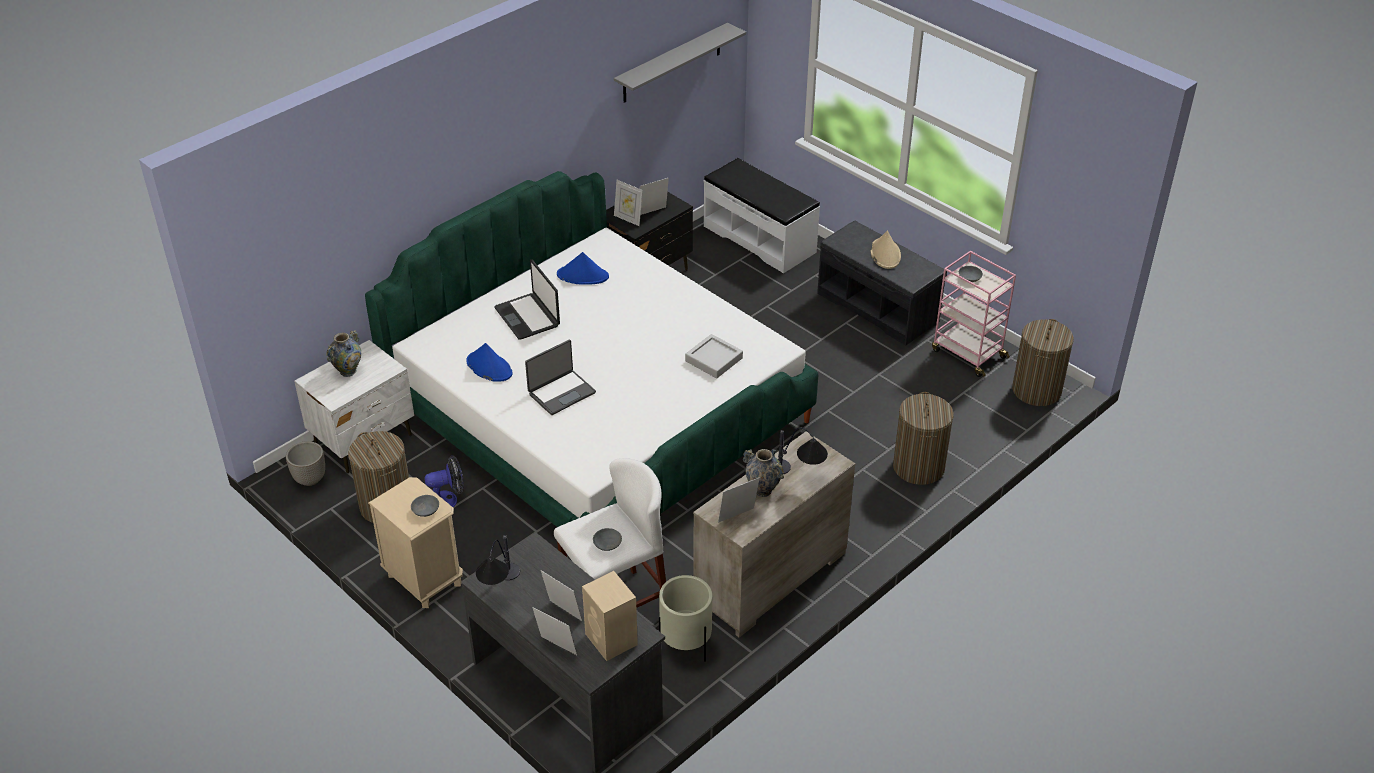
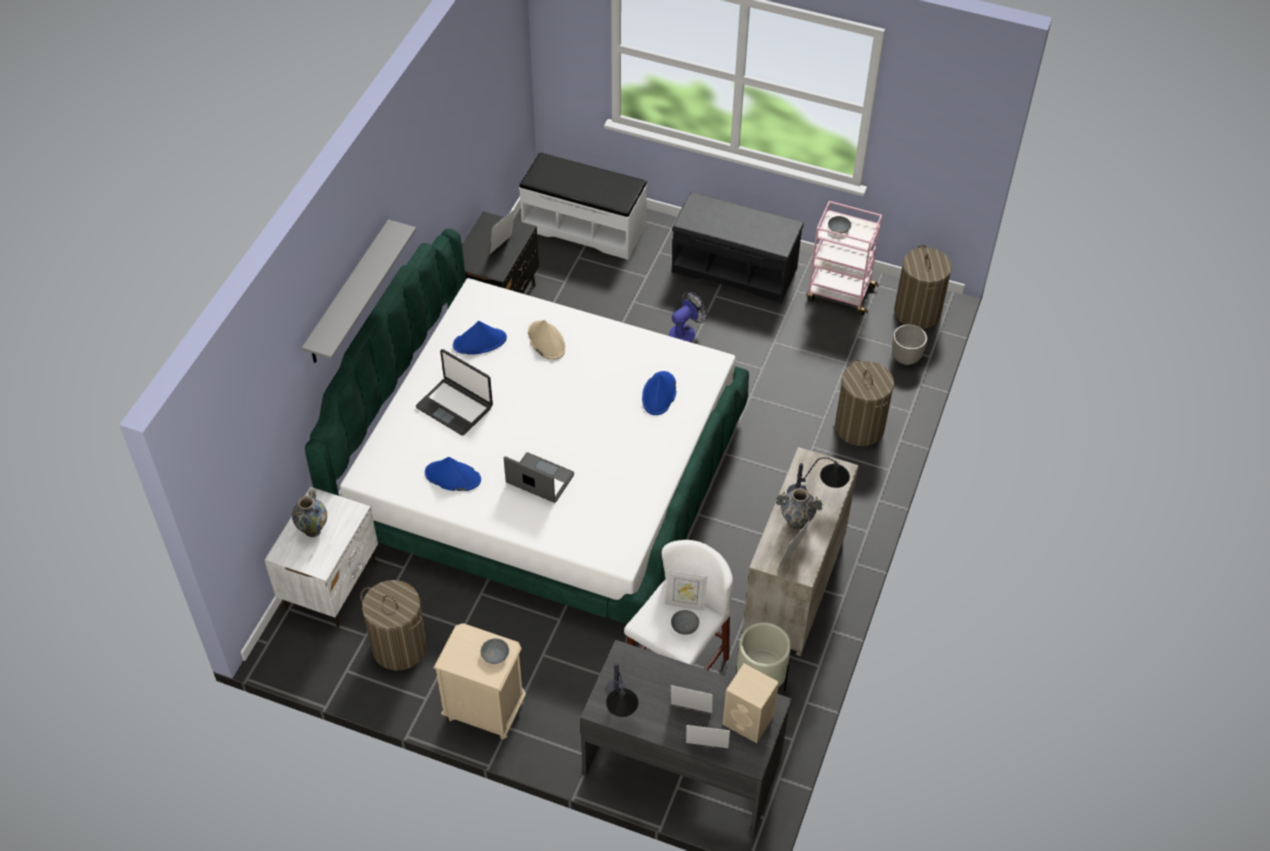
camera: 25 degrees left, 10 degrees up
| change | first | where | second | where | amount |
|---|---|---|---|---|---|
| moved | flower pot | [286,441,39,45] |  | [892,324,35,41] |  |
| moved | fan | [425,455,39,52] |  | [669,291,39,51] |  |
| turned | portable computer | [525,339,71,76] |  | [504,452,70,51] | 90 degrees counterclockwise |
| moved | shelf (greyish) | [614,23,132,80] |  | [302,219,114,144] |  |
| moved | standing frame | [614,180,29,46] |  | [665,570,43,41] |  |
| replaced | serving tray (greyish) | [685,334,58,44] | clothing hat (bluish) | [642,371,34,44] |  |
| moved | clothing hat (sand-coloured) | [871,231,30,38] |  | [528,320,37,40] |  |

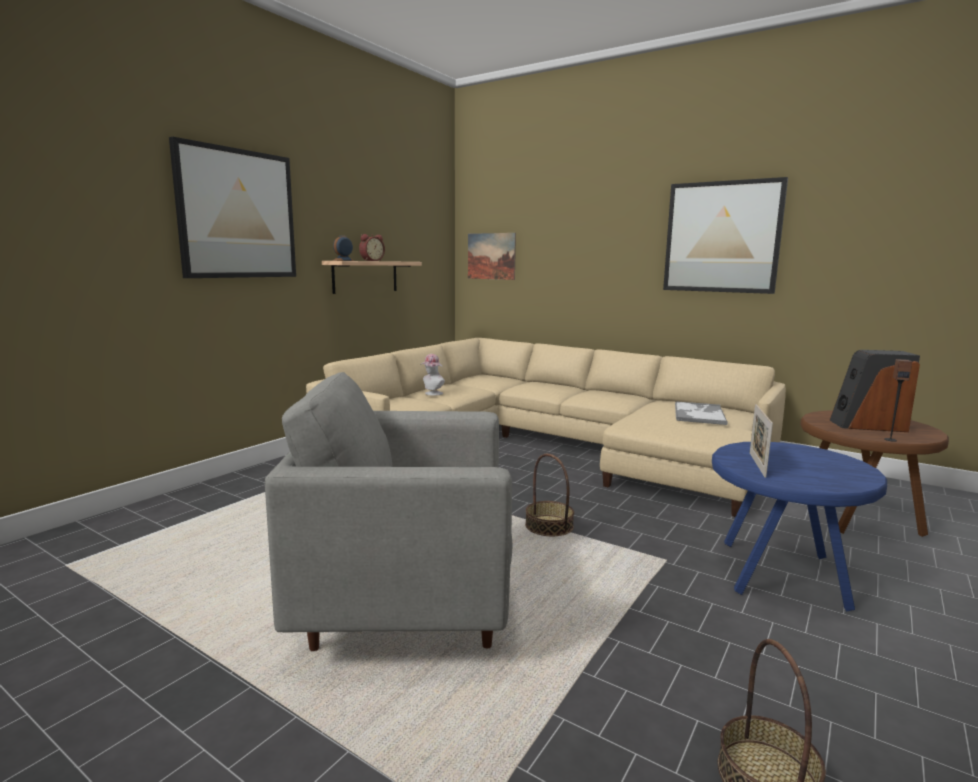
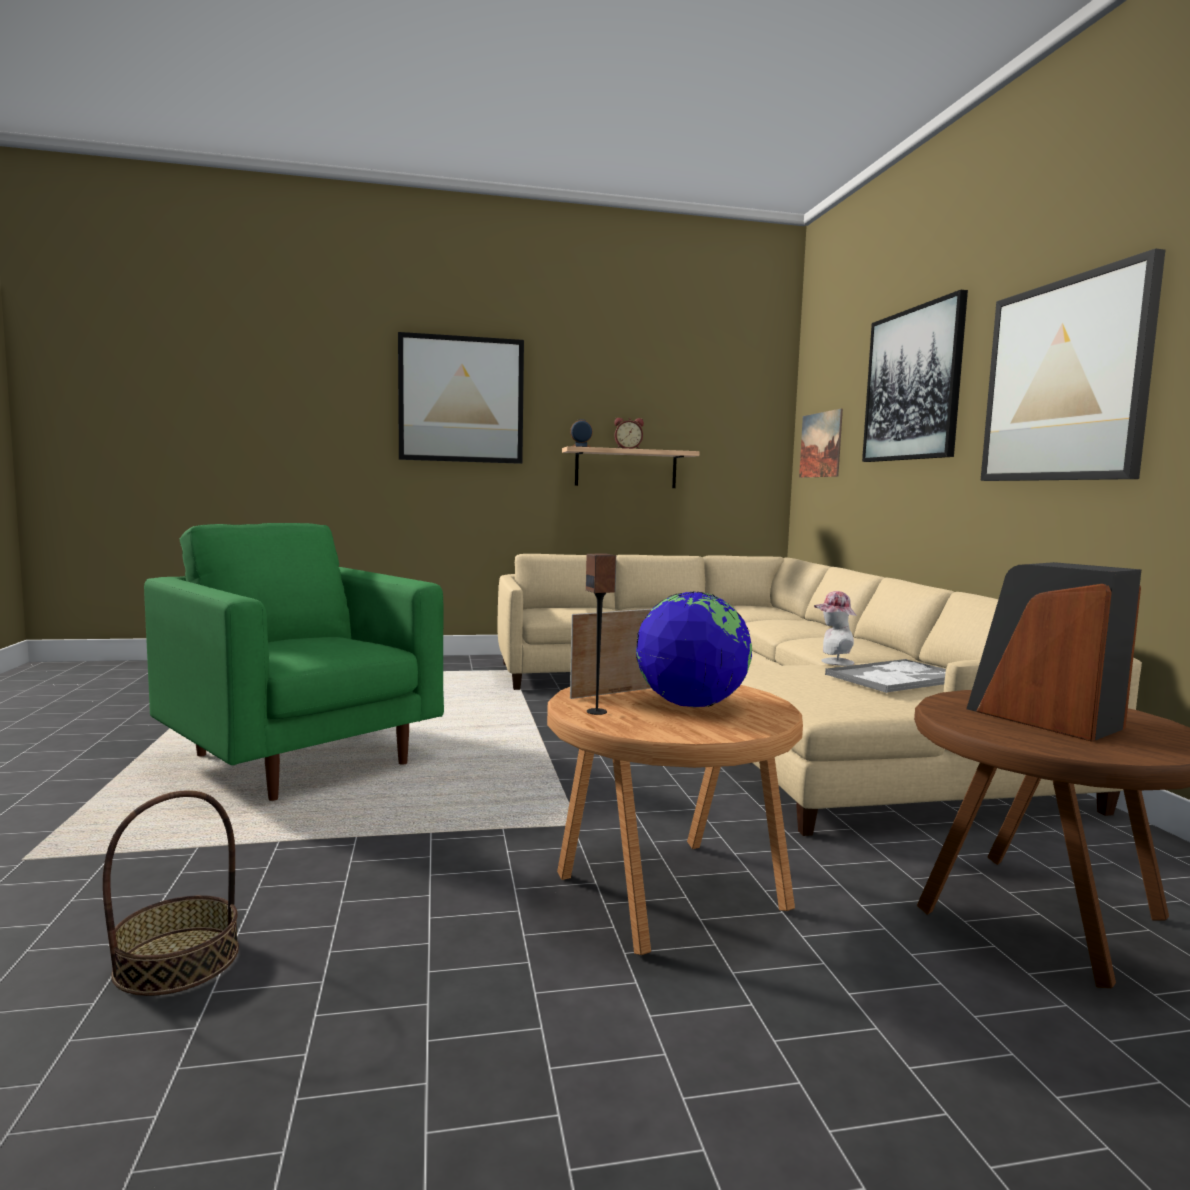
camera: 45 degrees right, 5 degrees down
| change | first | where | second | where | amount |
|---|---|---|---|---|---|
| recoloured | armchair (greyish) | [265,372,247,279] | armchair (greenish) | [144,523,300,278] |  |
| moved | clothing hat | [420,354,25,42] |  | [814,591,43,75] |  |
| removed | household basket | [525,454,49,82] |  |  |  |
| recoloured | accent table (bluish) | [712,442,175,169] | accent table (brownish) | [547,685,256,270] |  |
| moved | audio speaker | [884,359,28,83] |  | [586,554,30,161] |  |
| added |  |  | world globe | [636,591,116,116] |  |
| added |  |  | wall picture | [862,290,106,172] |  |

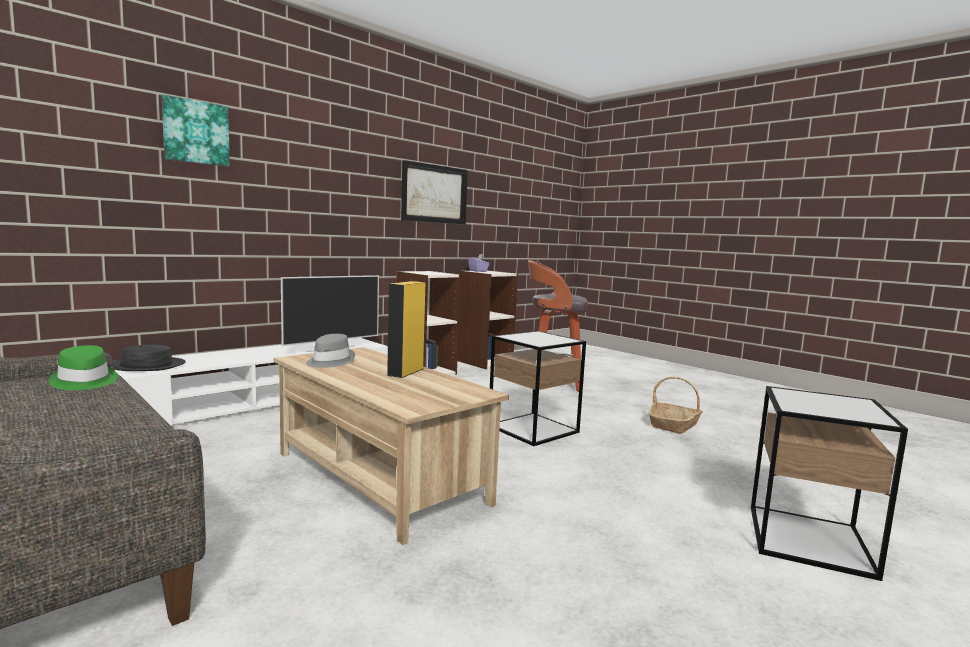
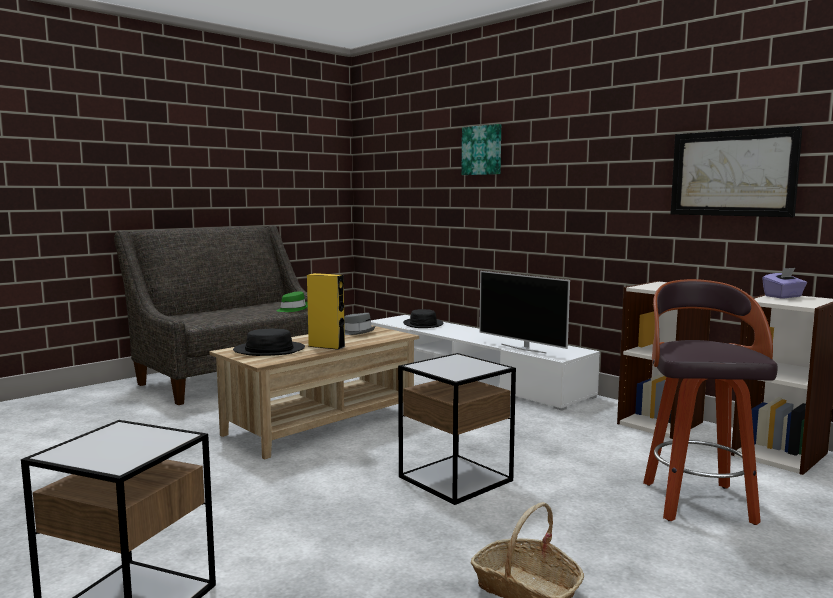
camera: 90 degrees right, 0 degrees up
| change | first | where | second | where | amount |
|---|---|---|---|---|---|
| added |  |  | clothing hat (black-coloured) | [233,328,72,28] |  |

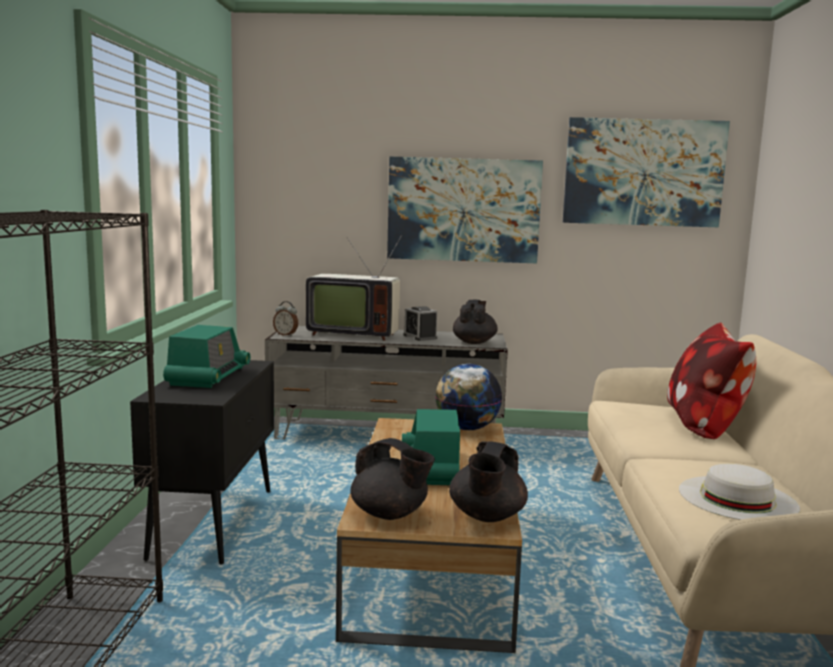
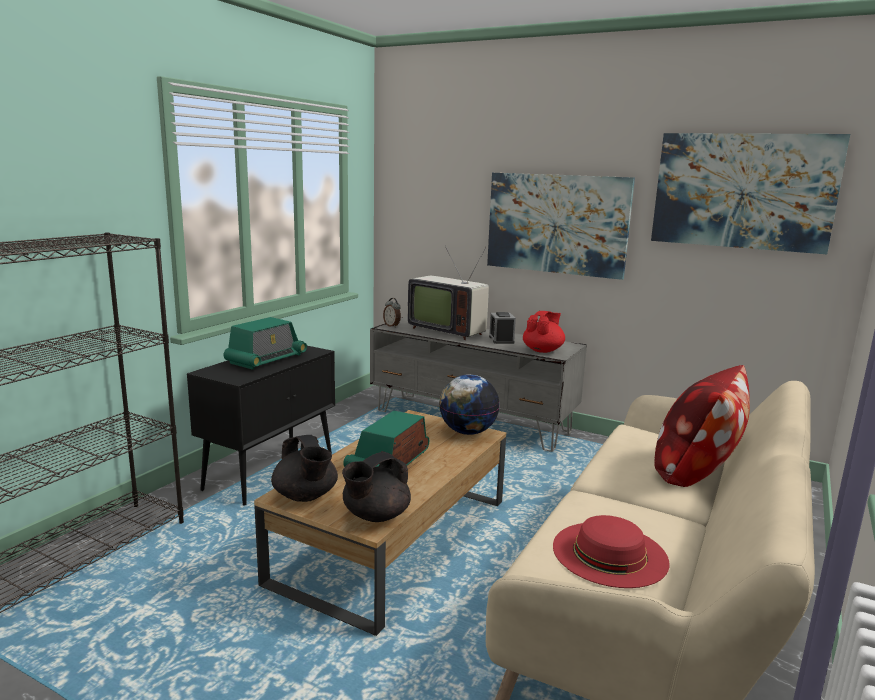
camera: 25 degrees right, 5 degrees up
| change | first | where | second | where | amount |
|---|---|---|---|---|---|
| recoloured | teapot (black-coloured) | [453,300,45,44] | teapot (reddish) | [523,311,42,42] |  |
| recoloured | clothing hat (white) | [679,464,121,56] | clothing hat (reddish) | [553,515,116,73] |  |

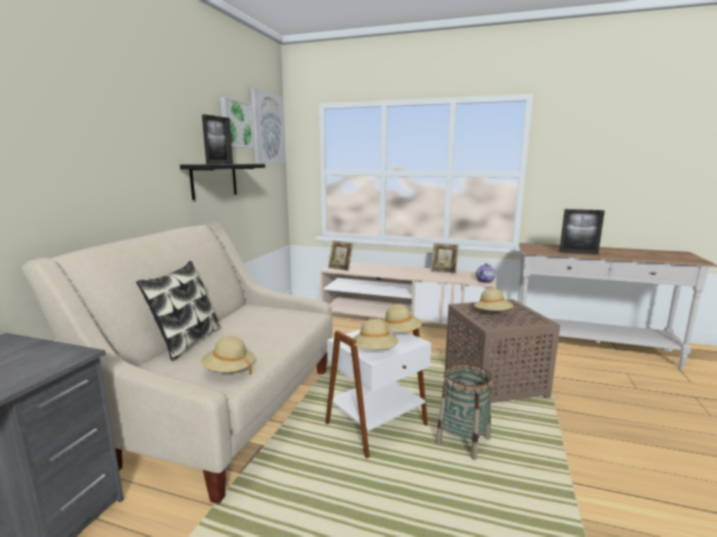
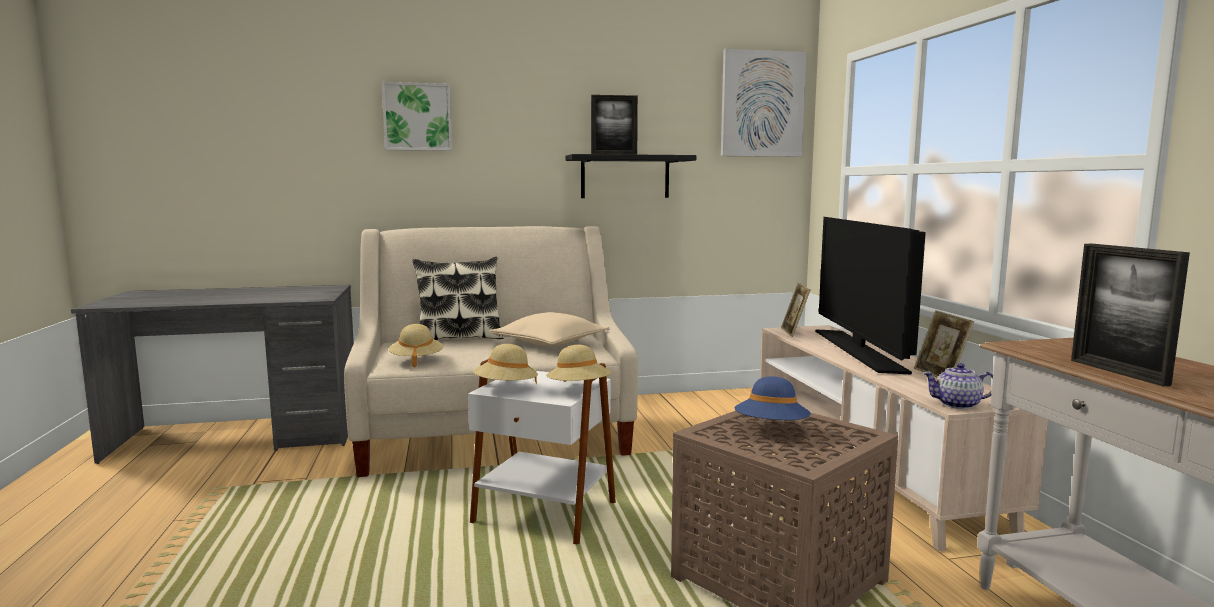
camera: 60 degrees right, 5 degrees down
| change | first | where | second | where | amount |
|---|---|---|---|---|---|
| moved | wall picture | [220,97,33,51] |  | [382,82,70,69] |  |
| removed | household basket | [436,363,57,97] |  |  |  |
| recoloured | clothing hat (sand-coloured) | [474,288,40,23] | clothing hat (bluish) | [735,376,76,44] |  |
| added |  |  | cushion (sand-coloured) | [490,312,120,34] |  |
| added |  |  | TV set | [815,217,111,158] |  |

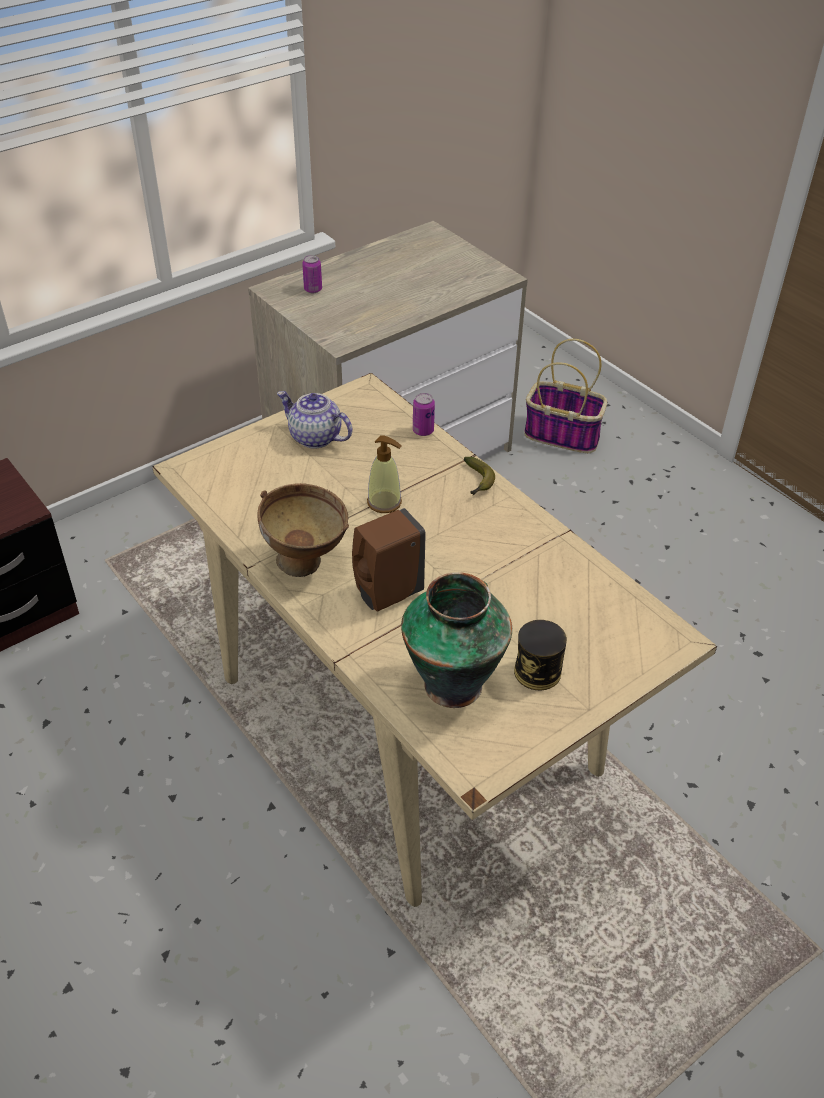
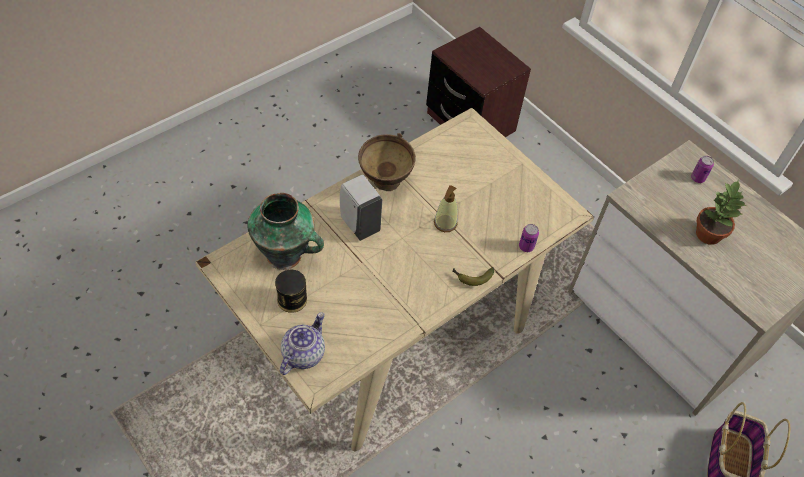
camera: 85 degrees right, 10 degrees up
| change | first | where | second | where | amount |
|---|---|---|---|---|---|
| moved | teapot | [277,391,76,58] |  | [280,312,45,63] |  |
| recoloured | soap dispenser (brownish) | [352,508,74,104] | soap dispenser (white) | [340,175,42,66] |  |
| added |  |  | plant in a pot | [696,180,51,65] |  |

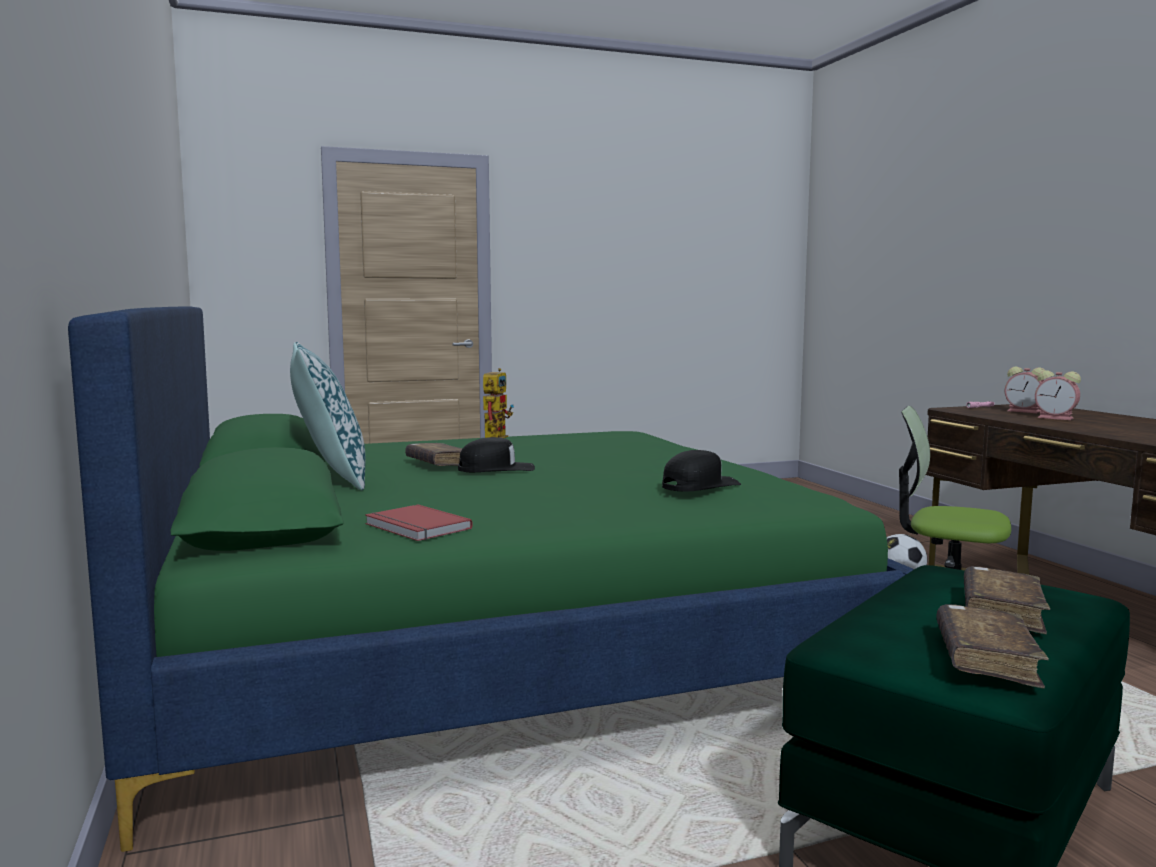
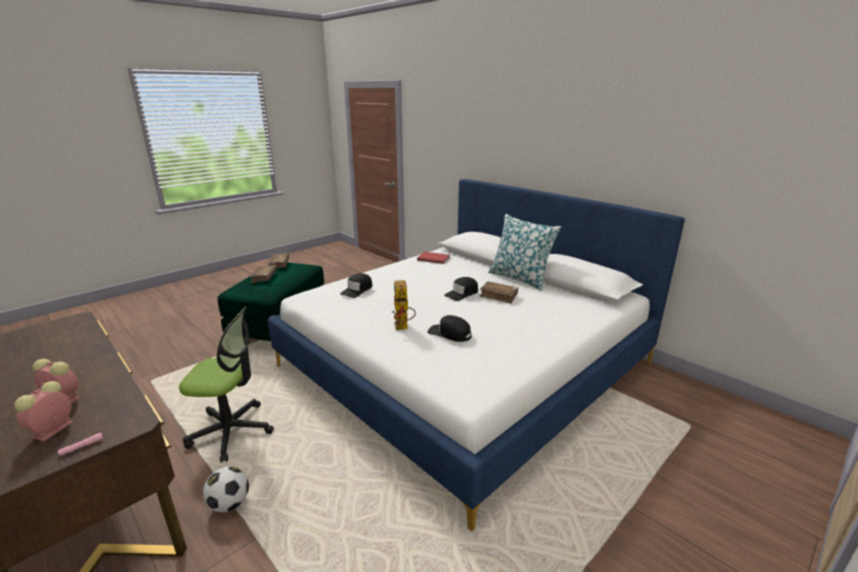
camera: 155 degrees right, 15 degrees up
| change | first | where | second | where | amount |
|---|---|---|---|---|---|
| recoloured | sleeping bed (greenish) | [68,306,846,546] | sleeping bed (white) | [268,179,417,352] |  |
| moved | robot figure | [483,368,31,70] |  | [391,280,25,50] |  |
| turned | bedside clock | [1005,366,41,47] |  | [14,381,60,61] | 90 degrees counterclockwise |
| added |  |  | peaked cap (black-coloured) | [427,315,45,27] |  |

